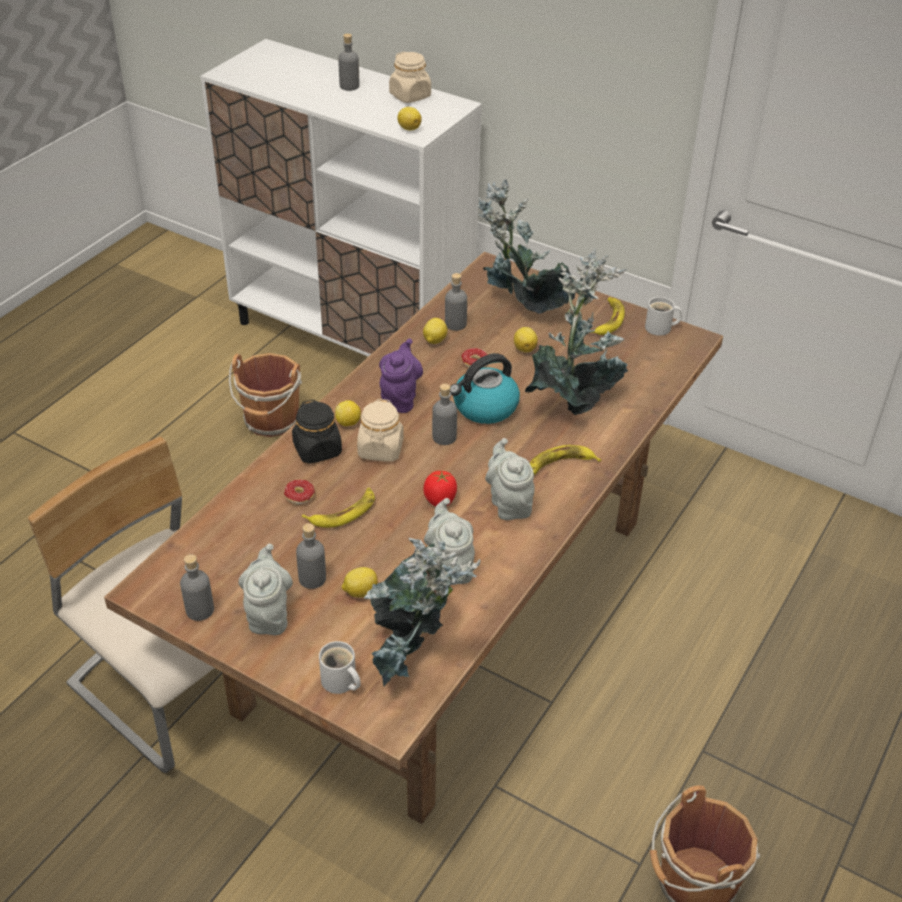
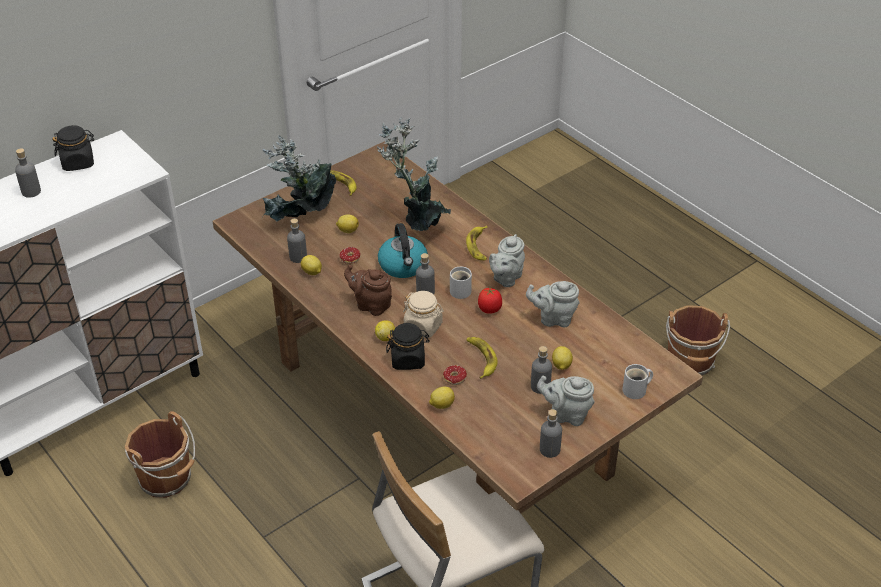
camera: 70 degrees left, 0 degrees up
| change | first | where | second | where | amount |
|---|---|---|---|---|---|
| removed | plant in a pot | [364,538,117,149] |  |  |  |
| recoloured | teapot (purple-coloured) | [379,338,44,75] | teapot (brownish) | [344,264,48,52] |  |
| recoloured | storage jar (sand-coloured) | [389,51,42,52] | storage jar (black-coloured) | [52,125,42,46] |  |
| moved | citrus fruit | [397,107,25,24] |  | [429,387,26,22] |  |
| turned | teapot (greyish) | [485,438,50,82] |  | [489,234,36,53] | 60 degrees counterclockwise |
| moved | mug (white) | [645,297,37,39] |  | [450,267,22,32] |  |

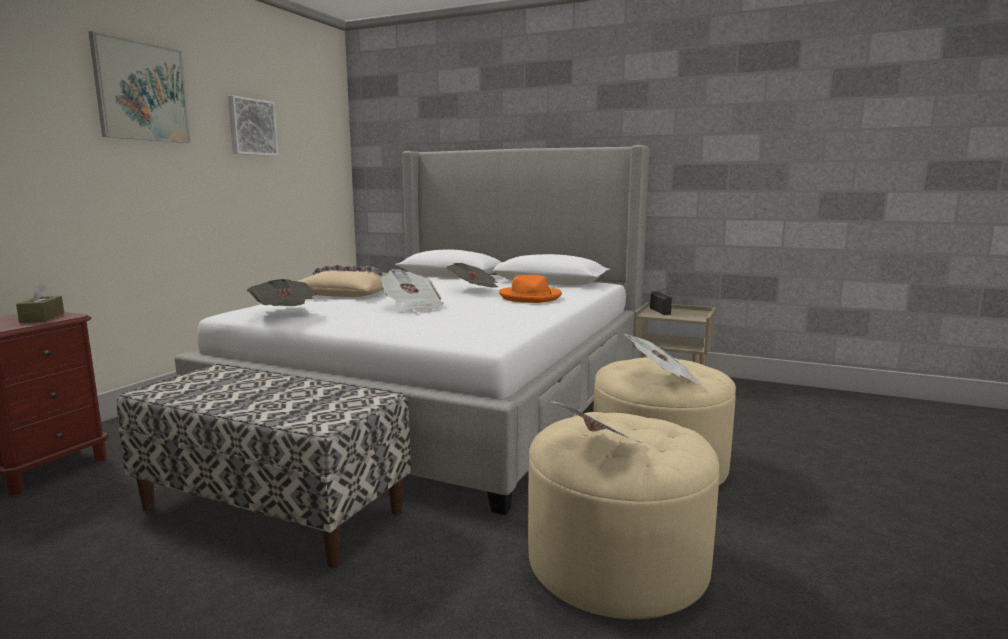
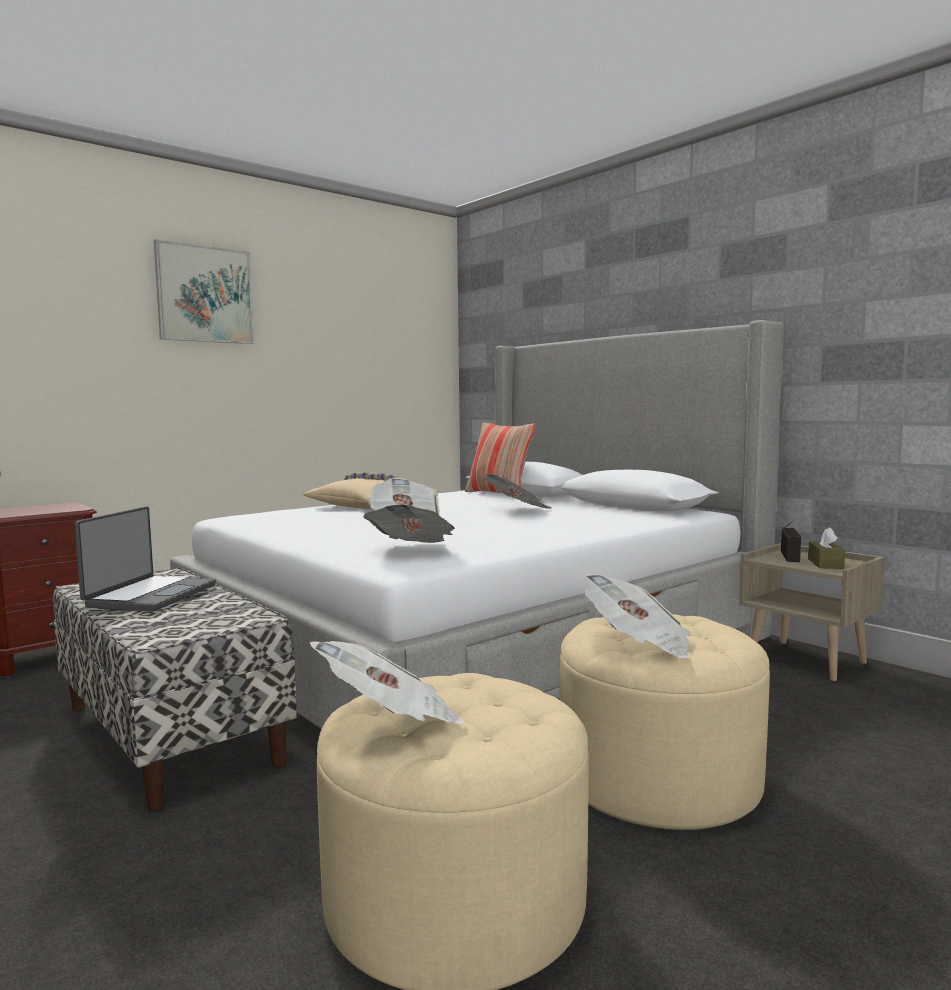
camera: 25 degrees right, 5 degrees down
| change | first | where | second | where | amount |
|---|---|---|---|---|---|
| moved | tissue holder (brownish) | [16,282,48,41] |  | [808,527,37,42] |  |
| removed | wall picture | [228,96,50,60] |  |  |  |
| moved | daily paper | [247,279,70,27] |  | [364,505,90,38] |  |
| removed | clothing hat (orange) | [499,275,63,28] |  |  |  |
| added |  |  | portable computer | [74,506,142,106] |  |
| added |  |  | cushion | [465,423,71,76] |  |

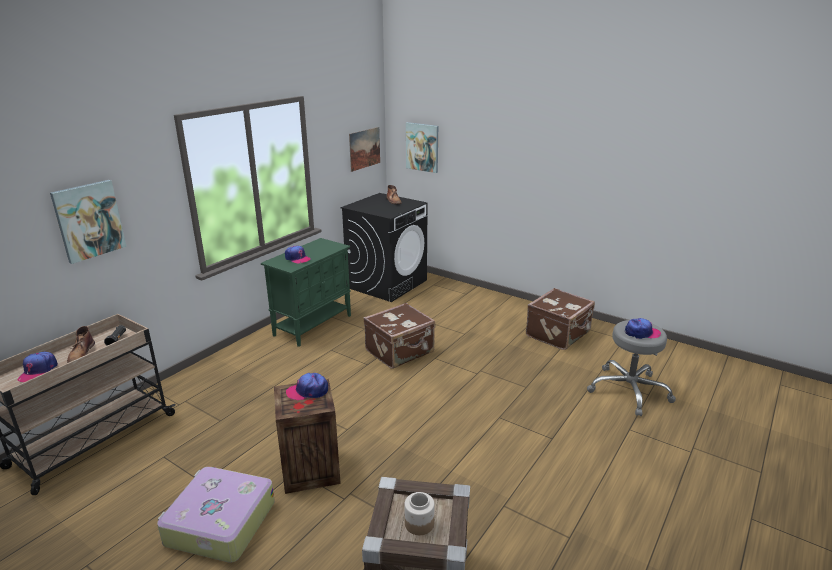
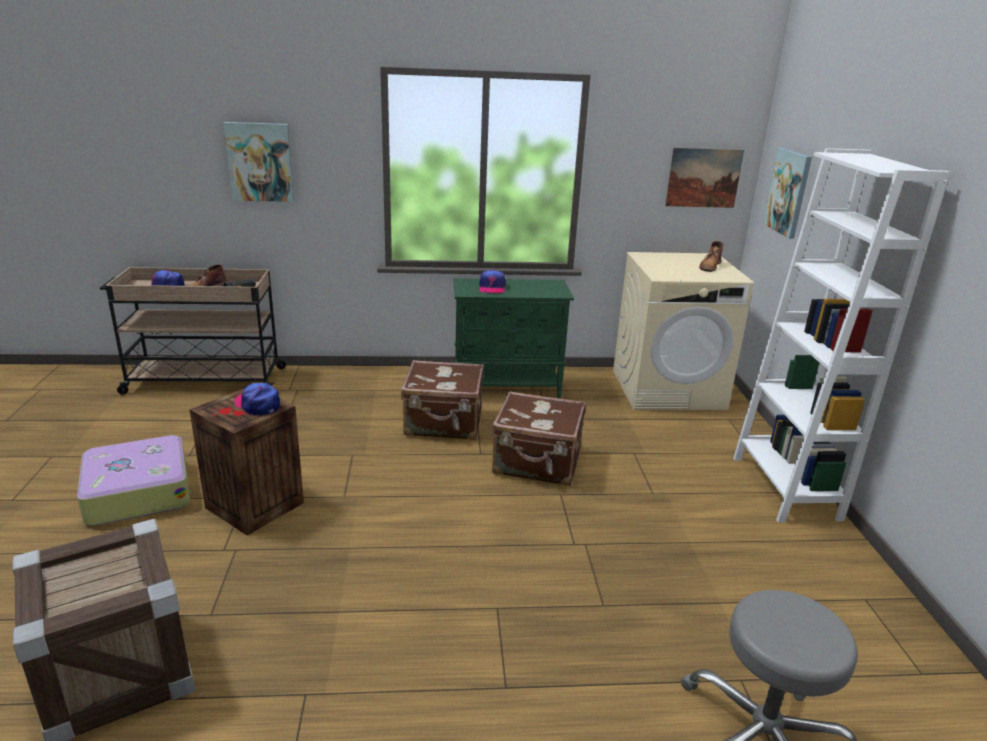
camera: 50 degrees right, 0 degrees up
| change | first | where | second | where | amount |
|---|---|---|---|---|---|
| recoloured | laundry machine (black-coloured) | [340,193,88,109] | laundry machine (sand-coloured) | [613,252,141,158] |  |
| removed | storage jar | [404,492,31,43] |  |  |  |
| moved | piece of luggage (brownish) | [526,288,69,62] |  | [401,360,83,80] |  |
| removed | peaked cap | [625,318,36,21] |  |  |  |
| added |  |  | bookshelf (white) | [733,148,217,374] |  |

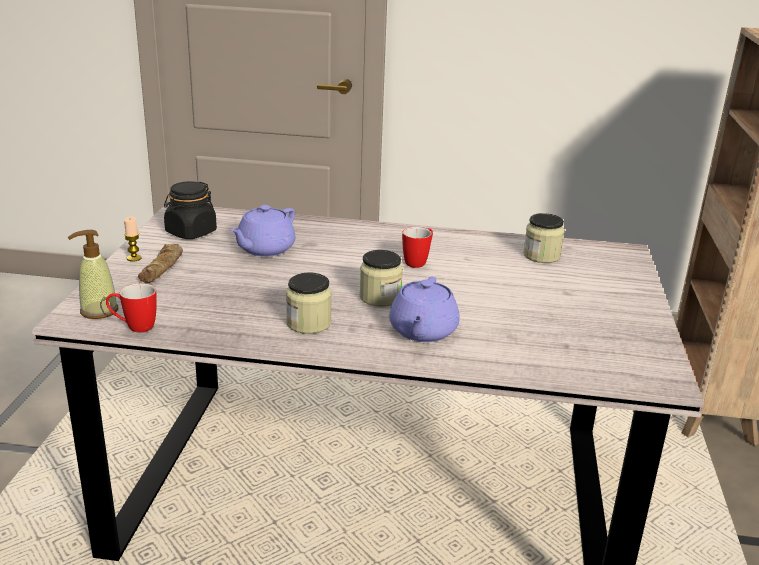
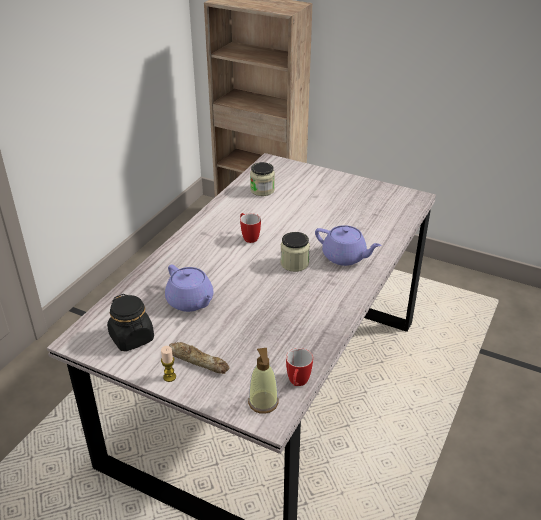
camera: 70 degrees left, 10 degrees up
| change | first | where | second | where | amount |
|---|---|---|---|---|---|
| removed | storage jar | [286,272,46,62] |  |  |  |

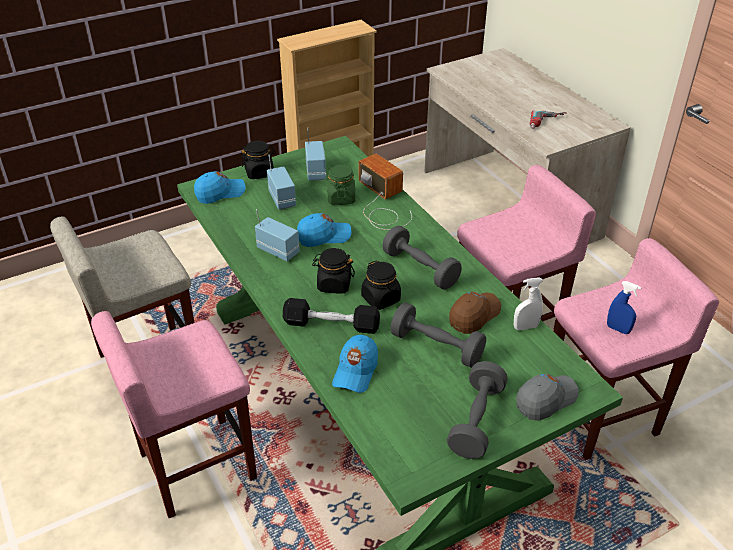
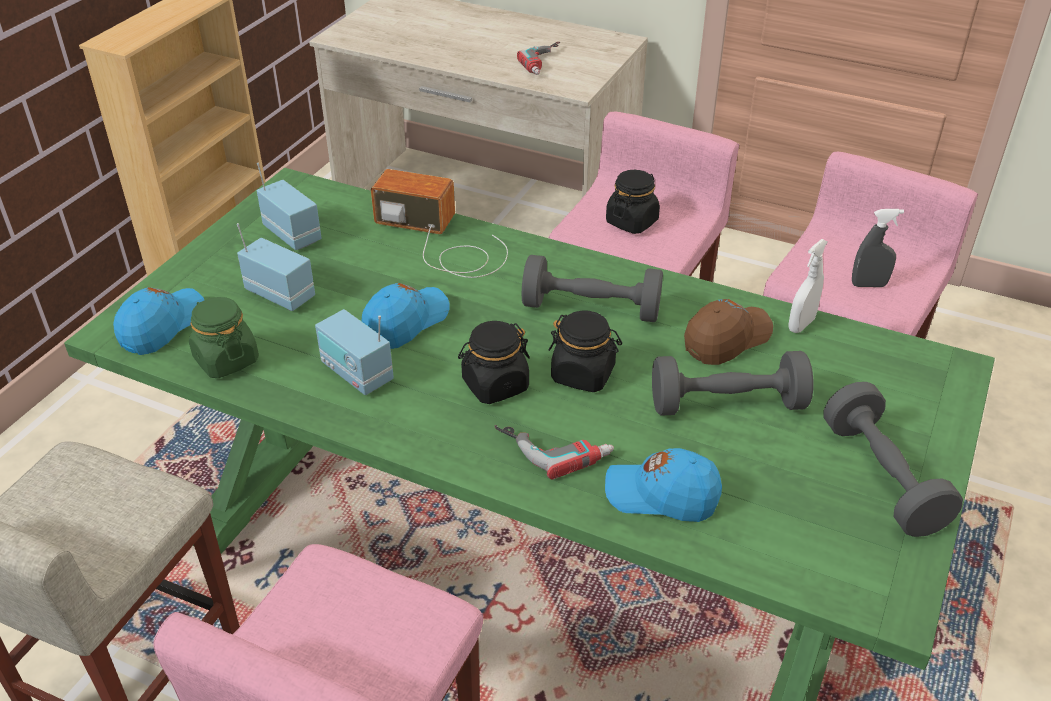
camera: 35 degrees left, 0 degrees up
| change | first | where | second | where | amount |
|---|---|---|---|---|---|
| moved | storage jar (black-coloured) | [241,141,35,38] |  | [606,170,54,64] |  |
| turned | radio receiver | [255,209,45,52] |  | [315,309,79,86] | 135 degrees counterclockwise |
| replaced | dumbbell (black-coloured) | [283,298,97,36] | power drill | [495,425,119,54] |  |
| moved | storage jar (greenish) | [327,165,28,40] |  | [189,297,70,81] |  |
| turned | peaked cap (bluish) | [332,335,46,58] |  | [605,448,117,74] | 120 degrees clockwise |
| turned | peaked cap (brownish) | [449,292,52,42] |  | [684,299,89,66] | 45 degrees clockwise |
| removed | peaked cap (greyish) | [516,374,63,47] |  |  |  |
| recoloured | sprayer (bluish) | [607,281,34,53] | sprayer (greyish) | [852,209,52,78] |  |

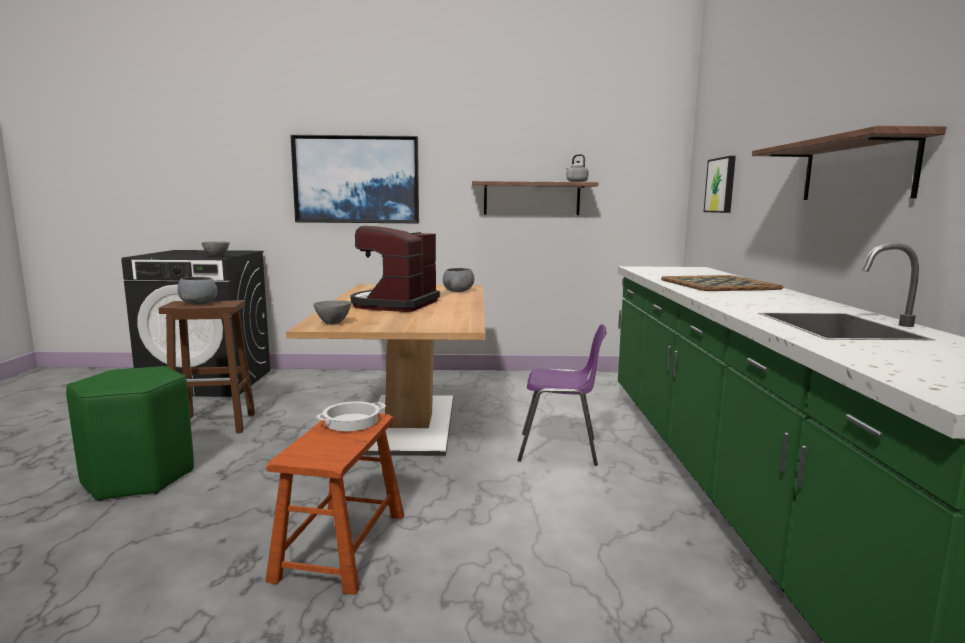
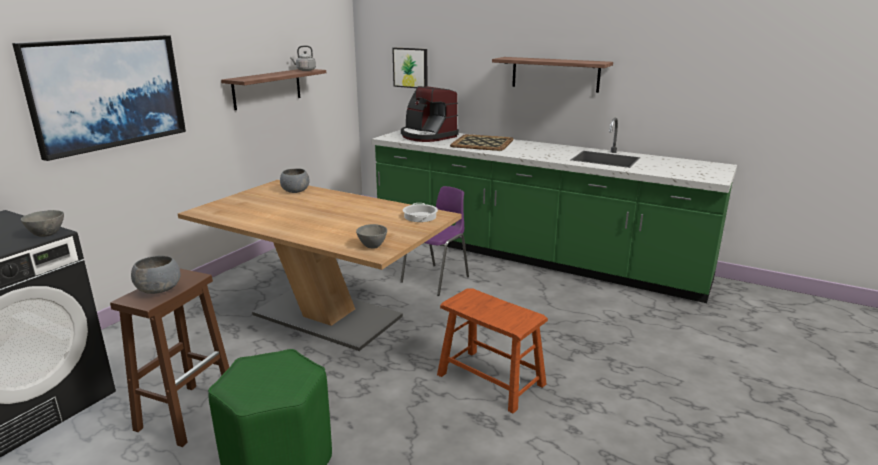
camera: 60 degrees left, 10 degrees up
| change | first | where | second | where | amount |
|---|---|---|---|---|---|
| moved | cooking pot | [316,401,70,30] |  | [403,203,35,19] |  |
| moved | coffee machine | [351,226,89,86] |  | [401,86,58,56] |  |

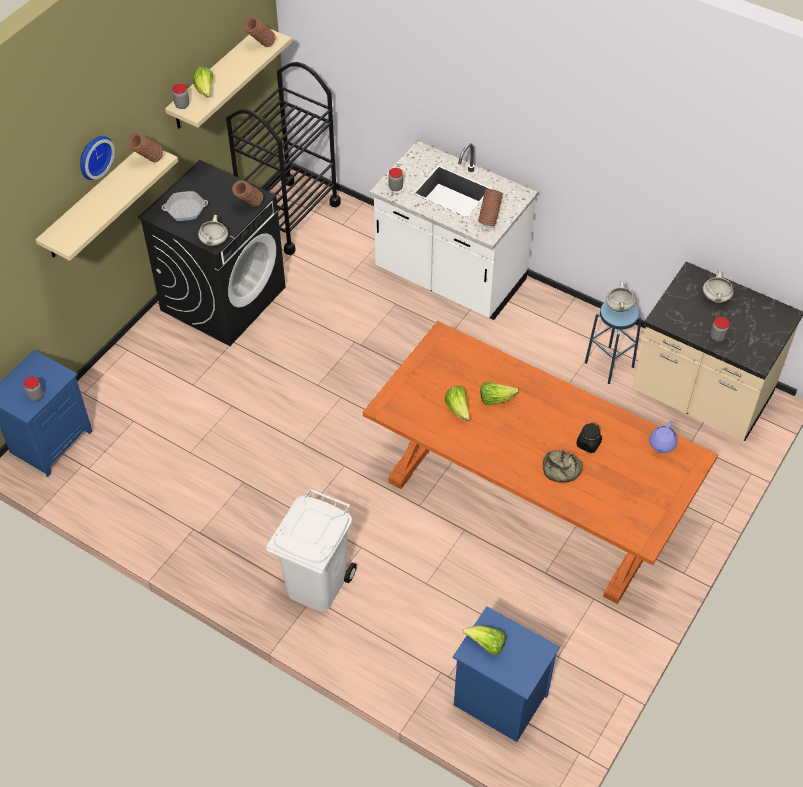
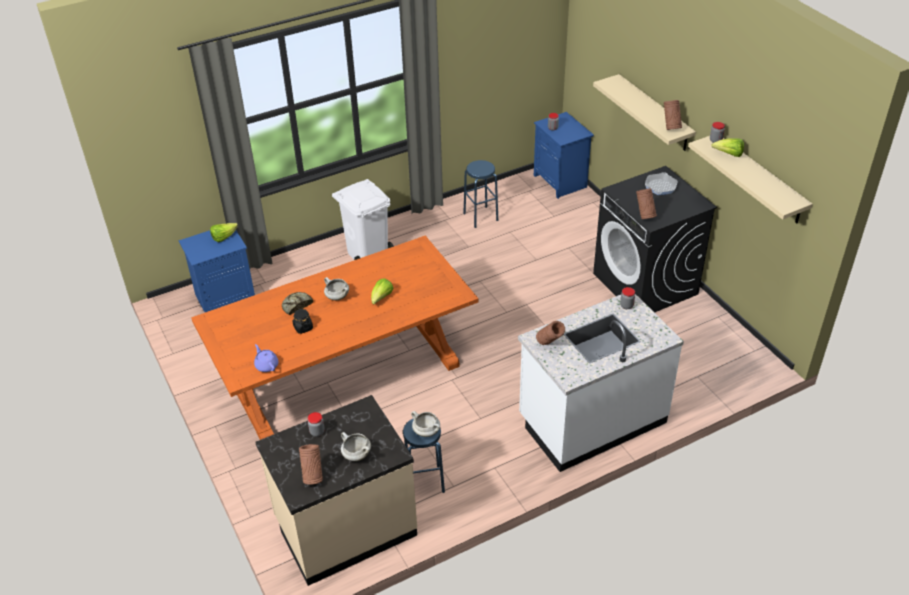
camera: 120 degrees right, 10 degrees down
| change | first | where | second | where | amount |
|---|---|---|---|---|---|
| removed | clock on the wall | [80,136,35,44] |  |  |  |
| moved | cooking pot (white) | [198,215,30,31] |  | [324,277,25,24] |  |
| removed | wheeled cart (black-coloured) | [226,62,115,193] |  |  |  |
| moved | flower vase (brownish) | [244,17,32,30] |  | [299,444,24,41] |  |
| removed | lettuce | [445,386,25,35] |  |  |  |
| added |  |  | stool (bluish) | [463,160,35,68] |  |

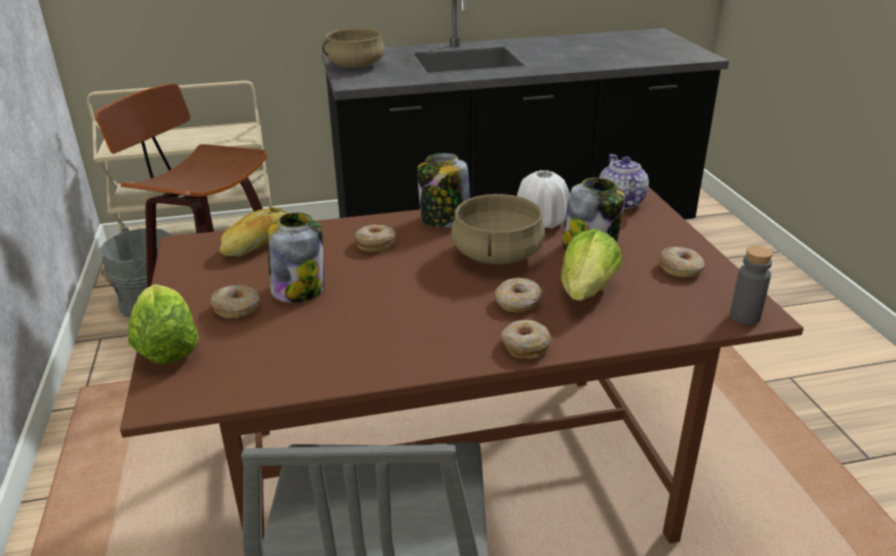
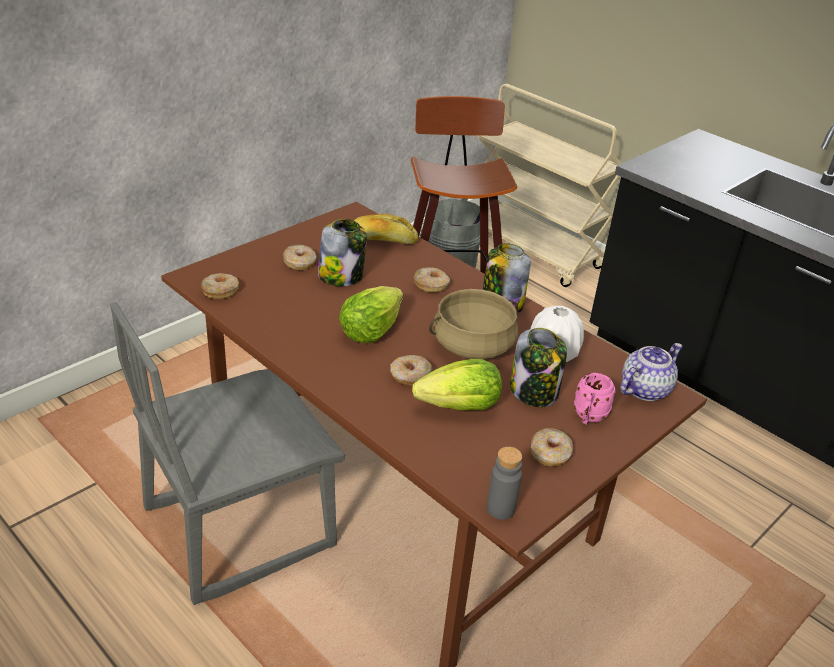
camera: 55 degrees right, 5 degrees up
| change | first | where | second | where | amount |
|---|---|---|---|---|---|
| moved | lettuce | [128,284,71,80] |  | [339,286,64,57] |  |
| removed | cooking pot (sand-coloured) | [322,28,63,40] |  |  |  |
| moved | donut | [501,320,50,39] |  | [201,273,38,26] |  |
| added |  |  | mug (pink) | [574,373,42,52] |  |

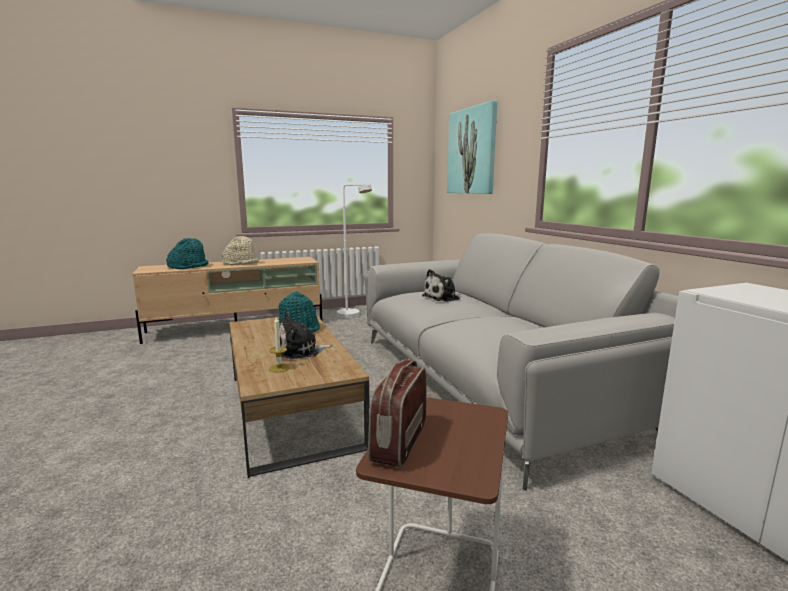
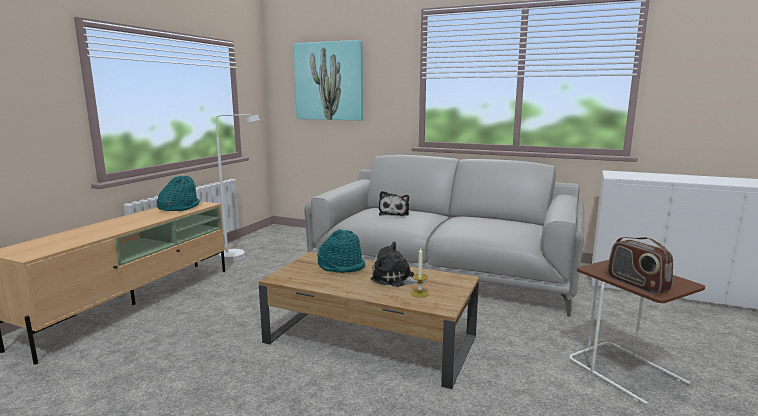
camera: 45 degrees left, 0 degrees up
| change | first | where | second | where | amount |
|---|---|---|---|---|---|
| moved | clothing hat (turquoise) | [166,238,43,31] |  | [157,176,43,35] |  |
| removed | clothing hat (sand-coloured) | [222,236,37,29] |  |  |  |
| turned | cuddly toy | [279,312,54,47] |  | [371,242,55,45] | 90 degrees clockwise |

